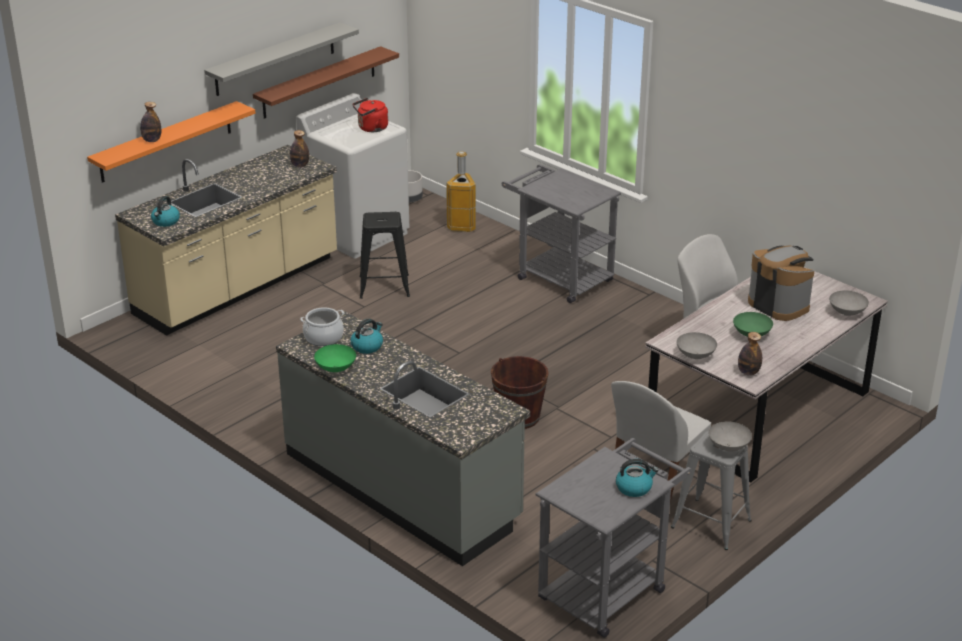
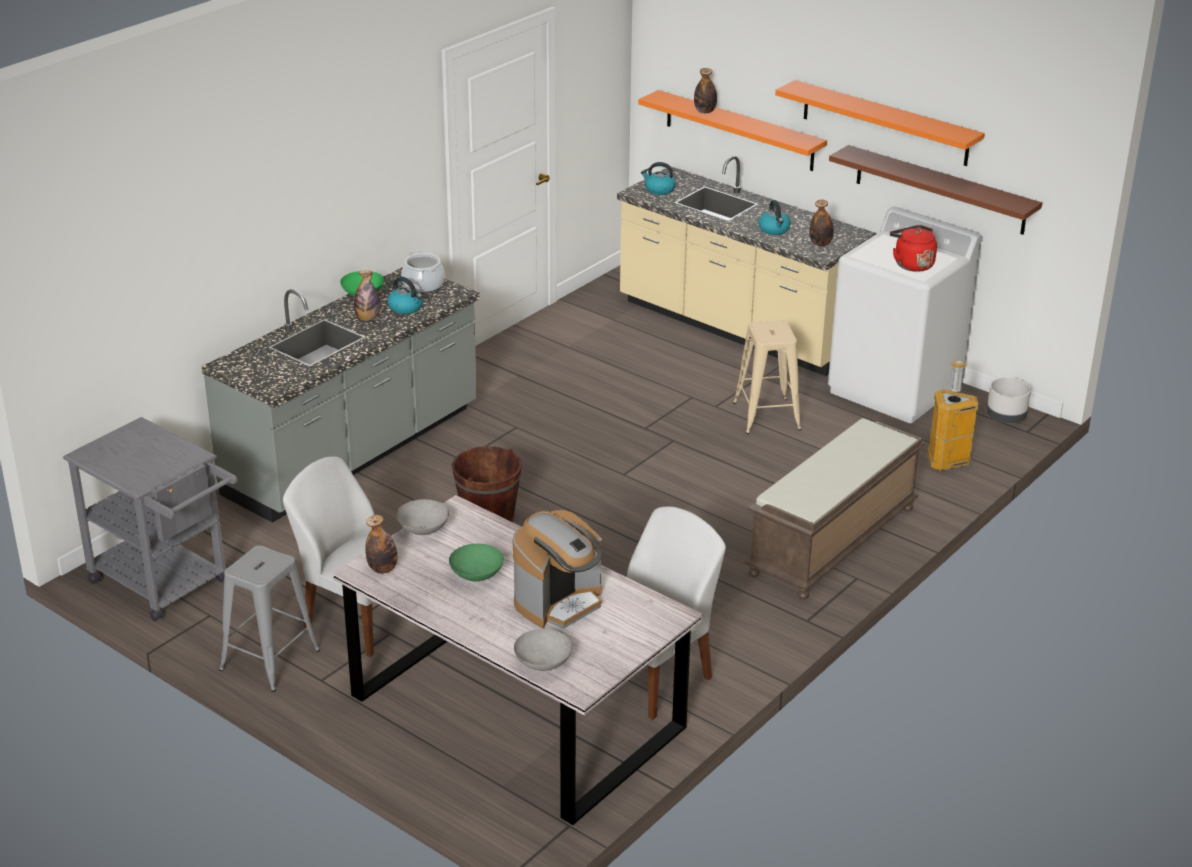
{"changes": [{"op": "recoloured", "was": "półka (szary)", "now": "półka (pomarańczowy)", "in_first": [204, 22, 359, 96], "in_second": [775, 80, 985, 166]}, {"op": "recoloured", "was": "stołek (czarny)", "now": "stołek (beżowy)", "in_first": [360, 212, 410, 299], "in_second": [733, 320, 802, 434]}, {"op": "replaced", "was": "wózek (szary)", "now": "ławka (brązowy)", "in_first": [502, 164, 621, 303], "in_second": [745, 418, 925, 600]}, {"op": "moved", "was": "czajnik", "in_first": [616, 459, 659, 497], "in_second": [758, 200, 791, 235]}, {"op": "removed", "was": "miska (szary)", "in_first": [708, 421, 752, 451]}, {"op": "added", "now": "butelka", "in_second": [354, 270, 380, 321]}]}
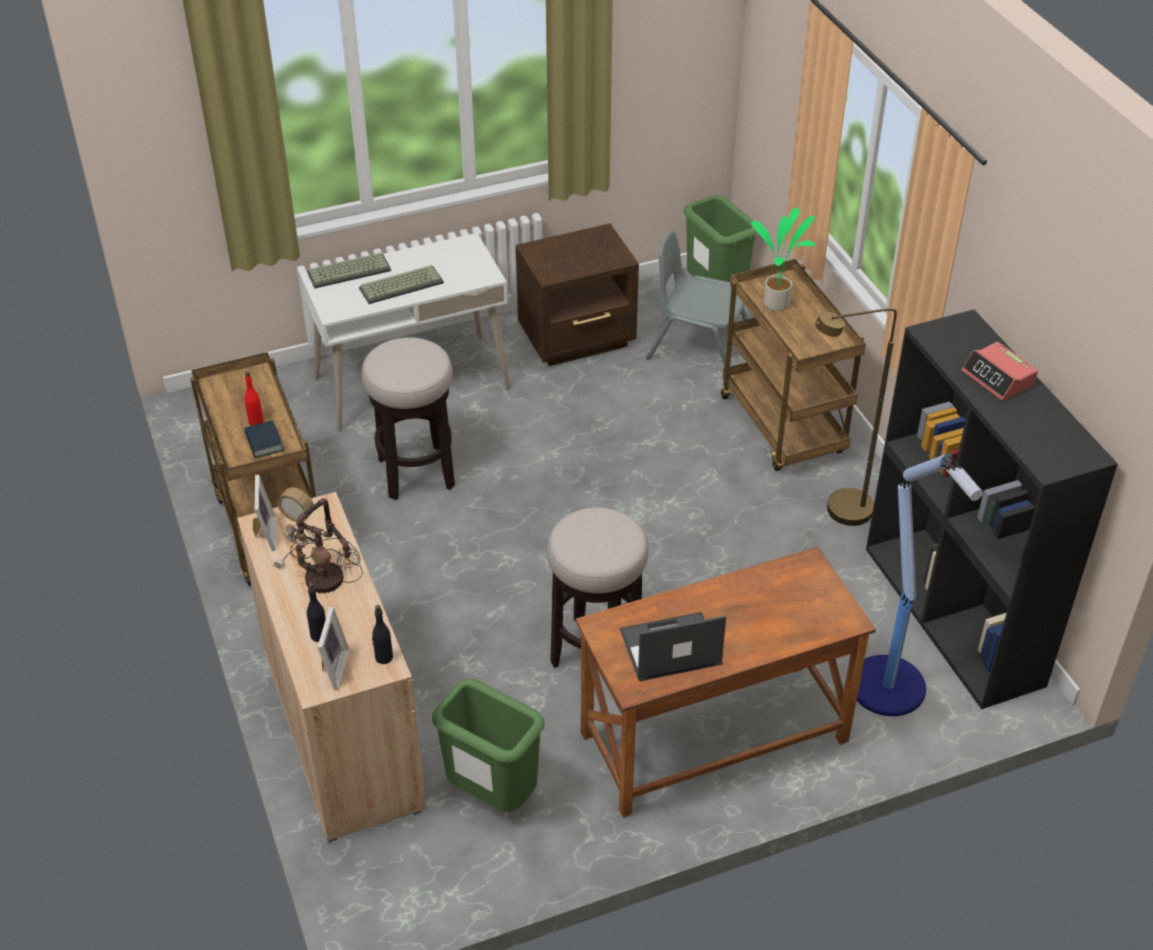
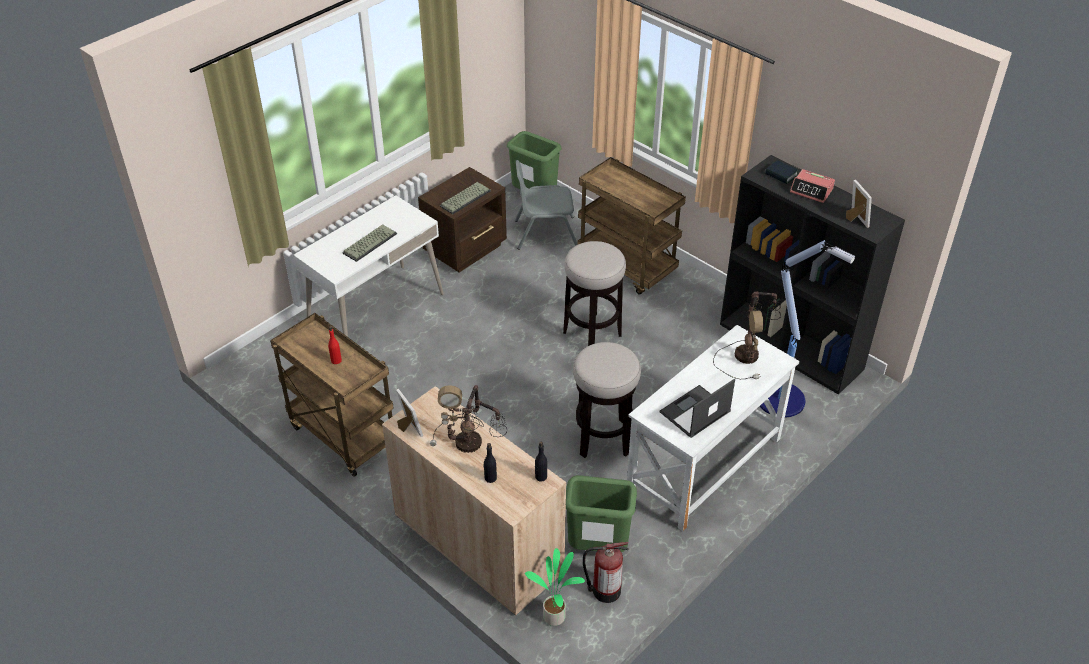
{"changes": [{"op": "moved", "was": "książka", "in_first": [245, 420, 283, 458], "in_second": [765, 160, 798, 184]}, {"op": "moved", "was": "klawiatura", "in_first": [307, 253, 391, 289], "in_second": [440, 182, 491, 214]}, {"op": "moved", "was": "ramka na zdjęcie", "in_first": [317, 607, 349, 690], "in_second": [846, 180, 872, 228]}, {"op": "moved", "was": "stołek", "in_first": [361, 337, 455, 500], "in_second": [563, 241, 626, 346]}, {"op": "recoloured", "was": "biurko (brązowy)", "now": "biurko (biały)", "in_first": [576, 547, 876, 818], "in_second": [627, 325, 800, 531]}, {"op": "moved", "was": "roślina doniczkowa", "in_first": [751, 207, 815, 311], "in_second": [525, 548, 585, 626]}, {"op": "removed", "was": "lampa stojąca (brązowy)", "in_first": [815, 308, 897, 526]}, {"op": "added", "now": "gaśnica", "in_second": [583, 542, 628, 603]}, {"op": "added", "now": "lampa stołowa", "in_second": [713, 292, 781, 379]}]}
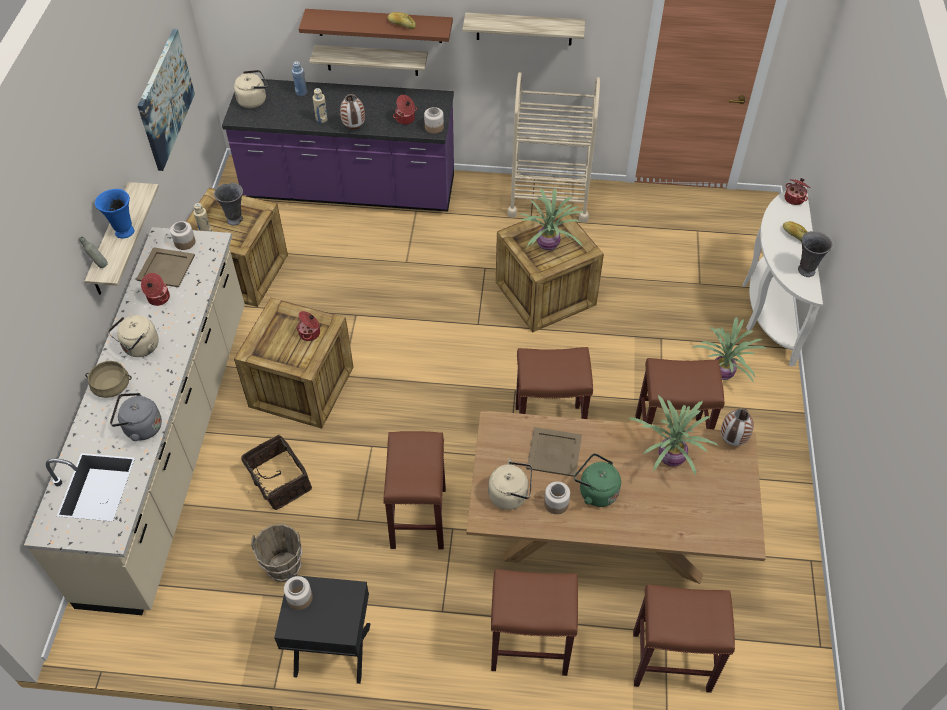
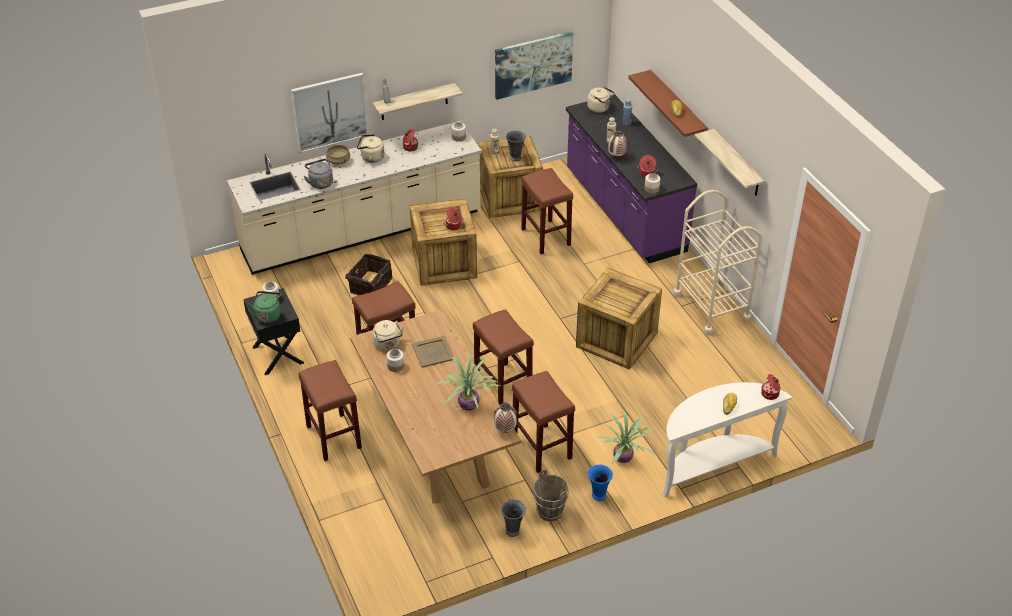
{"changes": [{"op": "moved", "was": "wazon (niebieski)", "in_first": [95, 189, 135, 238], "in_second": [588, 464, 613, 501]}, {"op": "removed", "was": "taca (beżowy)", "in_first": [136, 247, 195, 287]}, {"op": "moved", "was": "wiadro (brązowy)", "in_first": [251, 524, 302, 582], "in_second": [533, 470, 569, 522]}, {"op": "removed", "was": "półka", "in_first": [309, 45, 428, 76]}, {"op": "removed", "was": "roślina doniczkowa", "in_first": [519, 188, 584, 251]}, {"op": "moved", "was": "czajnik (zielony)", "in_first": [574, 453, 621, 507], "in_second": [248, 291, 282, 323]}, {"op": "moved", "was": "stołek (brązowy)", "in_first": [633, 584, 735, 693], "in_second": [521, 168, 573, 254]}, {"op": "moved", "was": "wazon (szary)", "in_first": [798, 231, 832, 277], "in_second": [500, 499, 526, 537]}, {"op": "added", "now": "obraz", "in_second": [291, 73, 369, 153]}]}
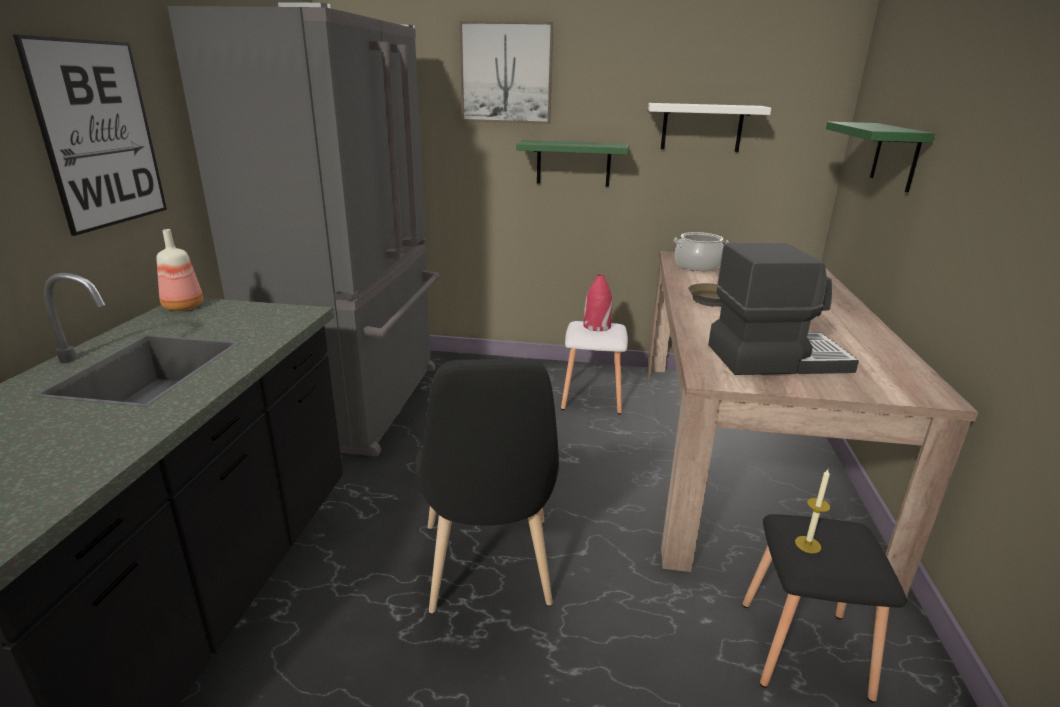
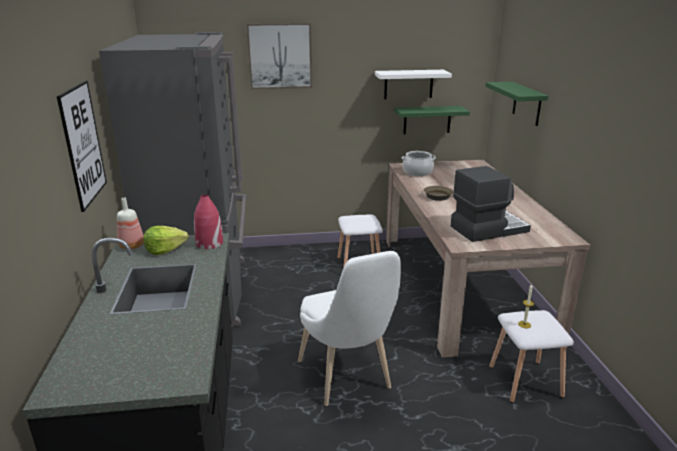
{"changes": [{"op": "recoloured", "was": "krzesło (czarny)", "now": "krzesło (biały)", "in_first": [416, 358, 559, 613], "in_second": [298, 251, 401, 406]}, {"op": "moved", "was": "półka (zielony)", "in_first": [516, 140, 628, 186], "in_second": [395, 106, 470, 134]}, {"op": "moved", "was": "wazon (czerwony)", "in_first": [583, 274, 612, 331], "in_second": [194, 194, 223, 249]}, {"op": "recoloured", "was": "stołek (czarny)", "now": "stołek (biały)", "in_first": [742, 514, 907, 703], "in_second": [489, 310, 574, 403]}, {"op": "added", "now": "sałata", "in_second": [143, 226, 189, 255]}]}
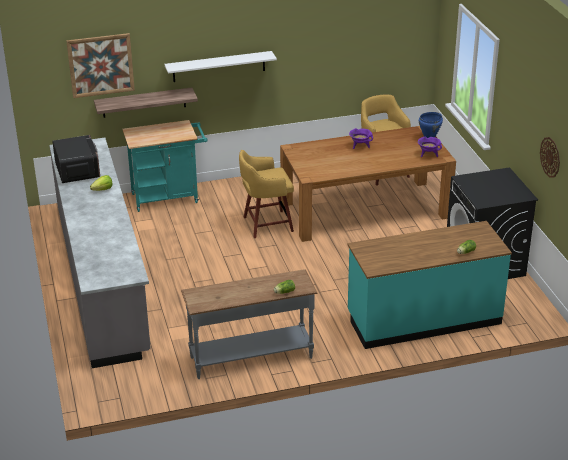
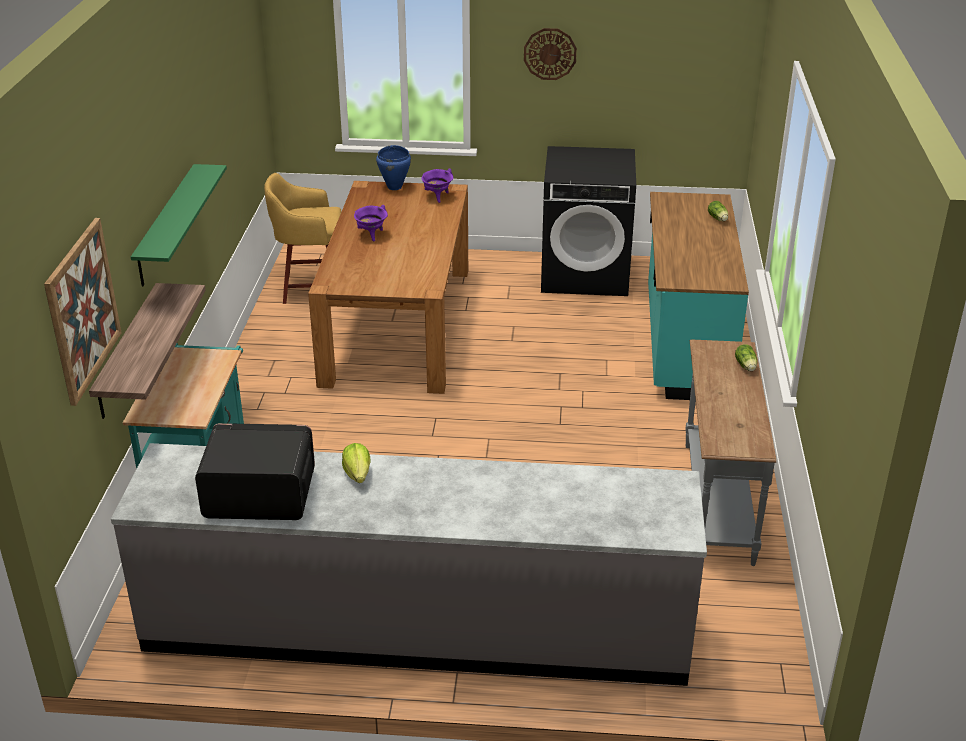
{"changes": [{"op": "recoloured", "was": "półka (biały)", "now": "półka (zielony)", "in_first": [164, 51, 277, 82], "in_second": [131, 164, 227, 286]}, {"op": "removed", "was": "stołek (żółty)", "in_first": [239, 150, 294, 238]}, {"op": "moved", "was": "zegar ścienny", "in_first": [540, 137, 560, 178], "in_second": [524, 28, 577, 80]}]}
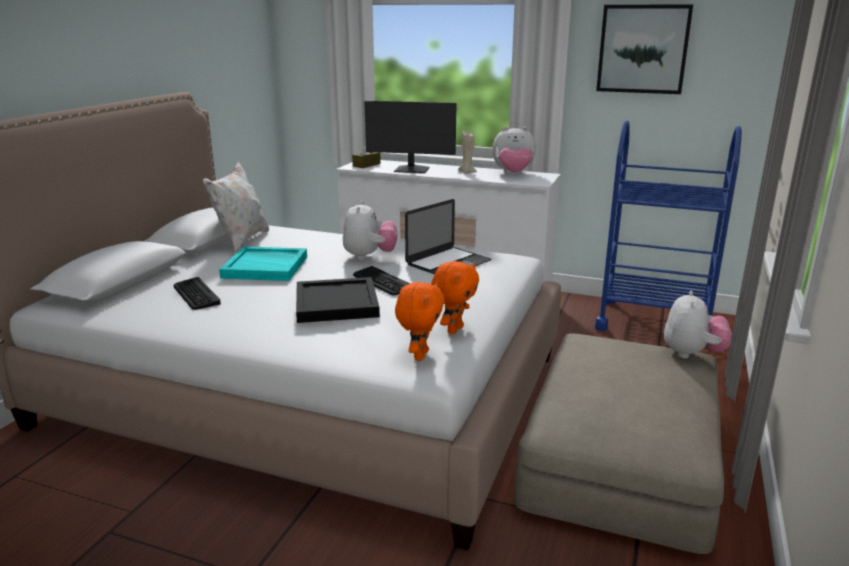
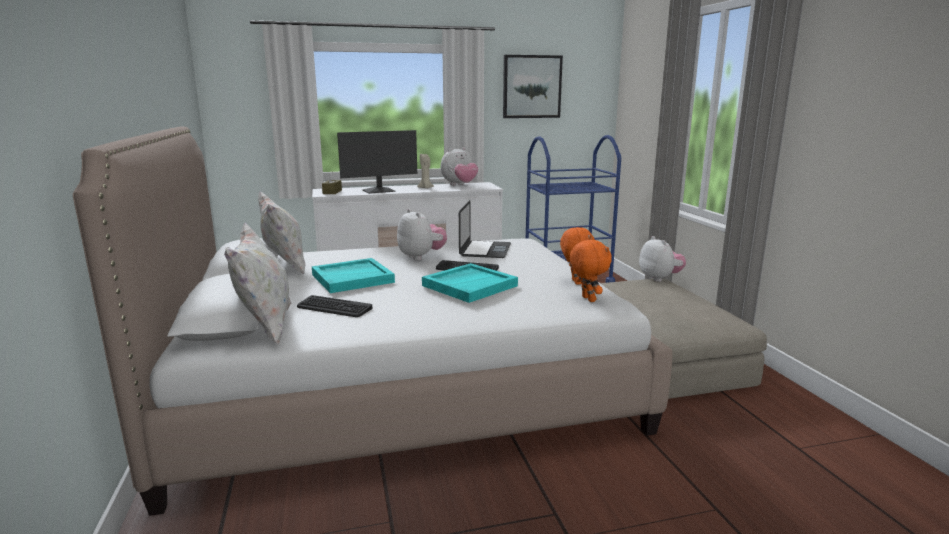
{"changes": [{"op": "recoloured", "was": "taca (czarny)", "now": "taca (turkusowy)", "in_first": [296, 277, 380, 323], "in_second": [422, 263, 518, 303]}, {"op": "added", "now": "poduszka (biały)", "in_second": [224, 222, 291, 344]}]}
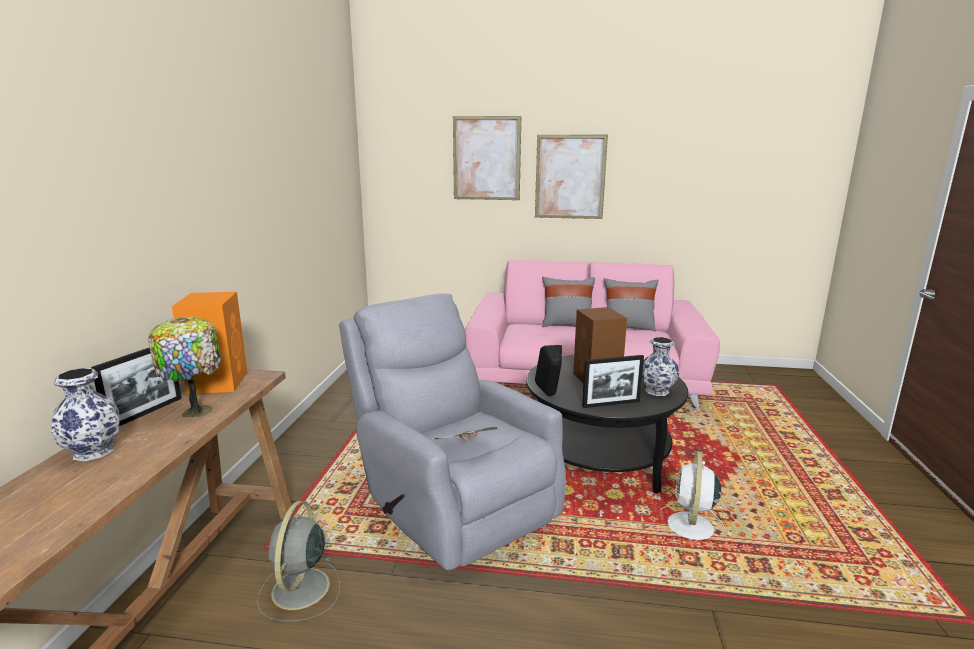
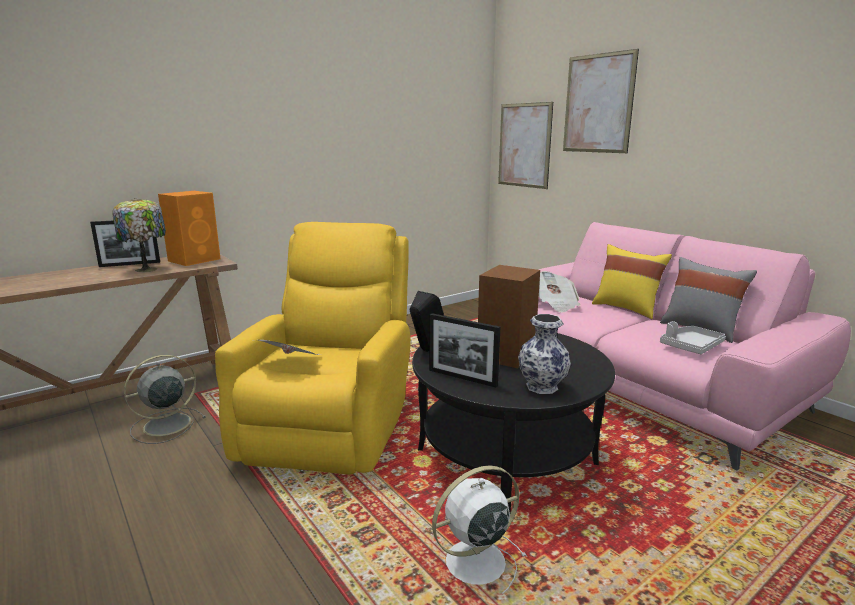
{"changes": [{"op": "removed", "was": "wazon", "in_first": [51, 368, 119, 461]}, {"op": "recoloured", "was": "fotel (szary)", "now": "fotel (żółty)", "in_first": [339, 293, 566, 570], "in_second": [215, 222, 411, 475]}, {"op": "moved", "was": "obraz", "in_first": [535, 135, 608, 219], "in_second": [498, 102, 553, 189]}, {"op": "recoloured", "was": "poduszka (szary)", "now": "poduszka (żółty)", "in_first": [542, 277, 595, 327], "in_second": [592, 244, 672, 319]}, {"op": "added", "now": "gazeta", "in_second": [539, 271, 580, 313]}, {"op": "added", "now": "taca (szary)", "in_second": [660, 321, 726, 354]}]}
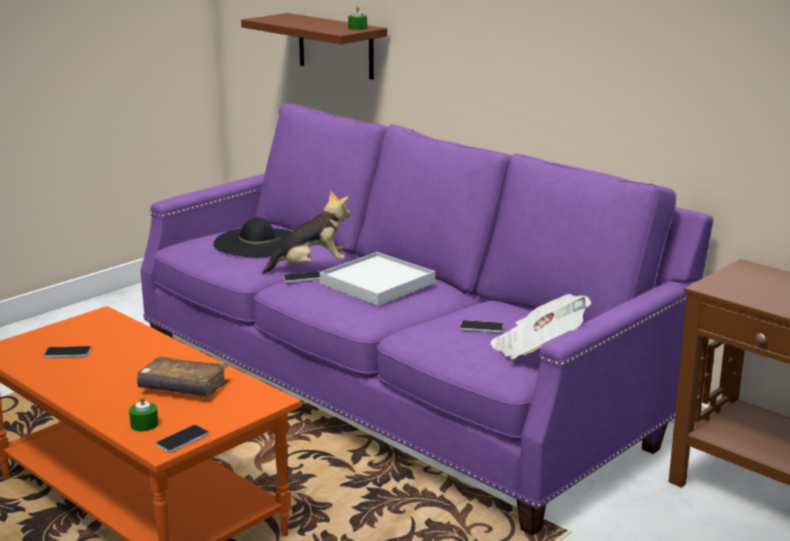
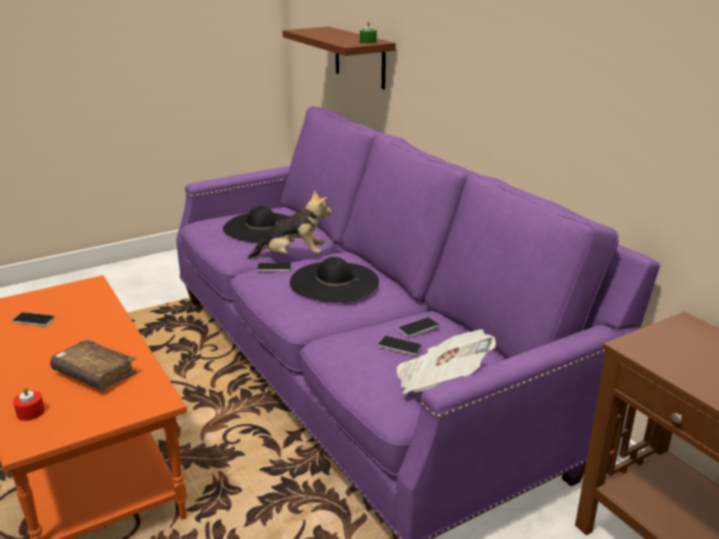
{"changes": [{"op": "recoloured", "was": "świeca (zielony)", "now": "świeca (czerwony)", "in_first": [129, 395, 159, 432], "in_second": [13, 386, 45, 421]}, {"op": "moved", "was": "telefon", "in_first": [156, 425, 209, 453], "in_second": [398, 317, 439, 337]}, {"op": "replaced", "was": "taca (biały)", "now": "kapelusz (czarny)", "in_first": [320, 252, 435, 306], "in_second": [290, 257, 379, 303]}]}
